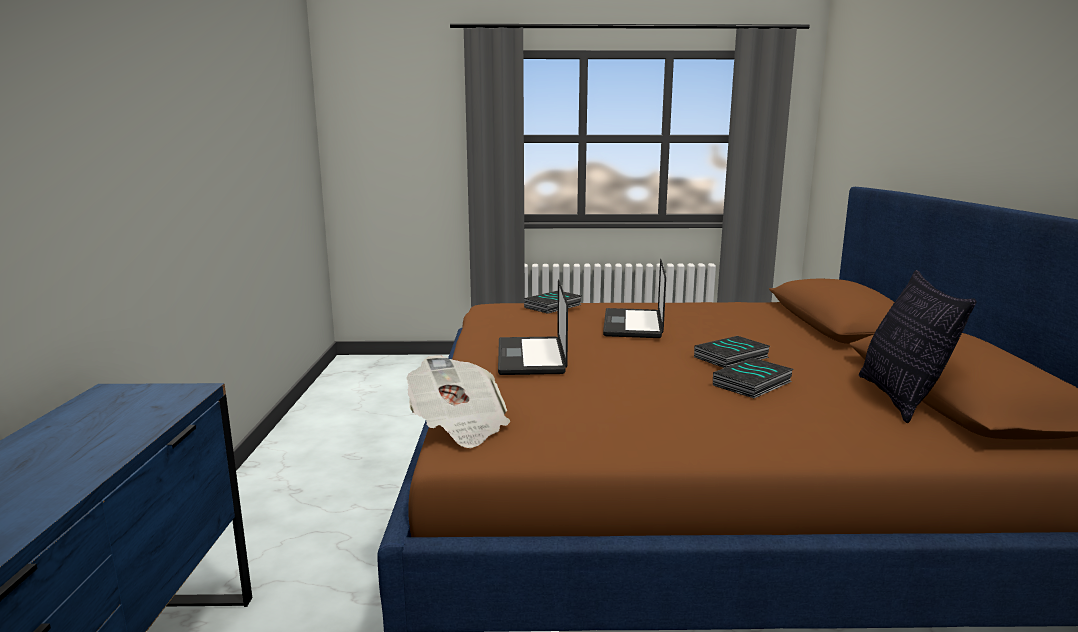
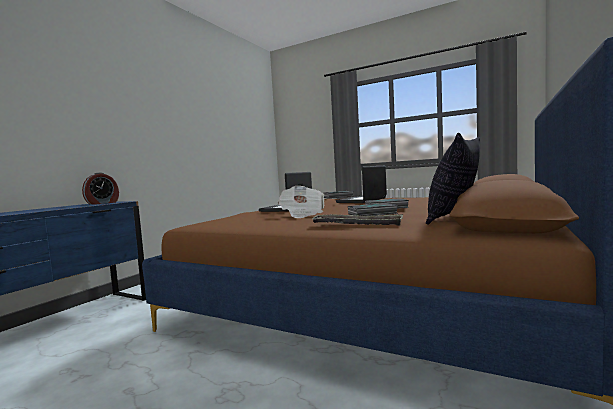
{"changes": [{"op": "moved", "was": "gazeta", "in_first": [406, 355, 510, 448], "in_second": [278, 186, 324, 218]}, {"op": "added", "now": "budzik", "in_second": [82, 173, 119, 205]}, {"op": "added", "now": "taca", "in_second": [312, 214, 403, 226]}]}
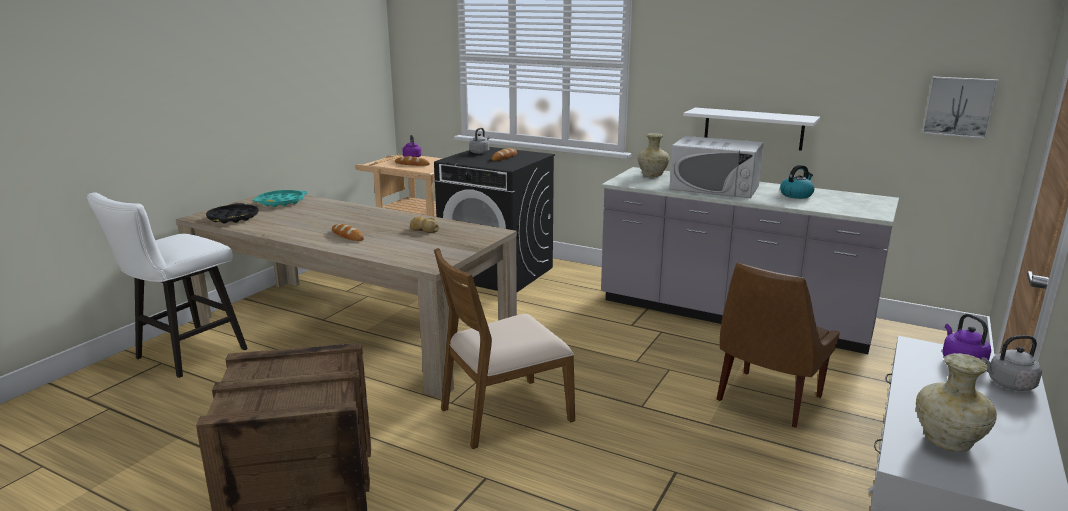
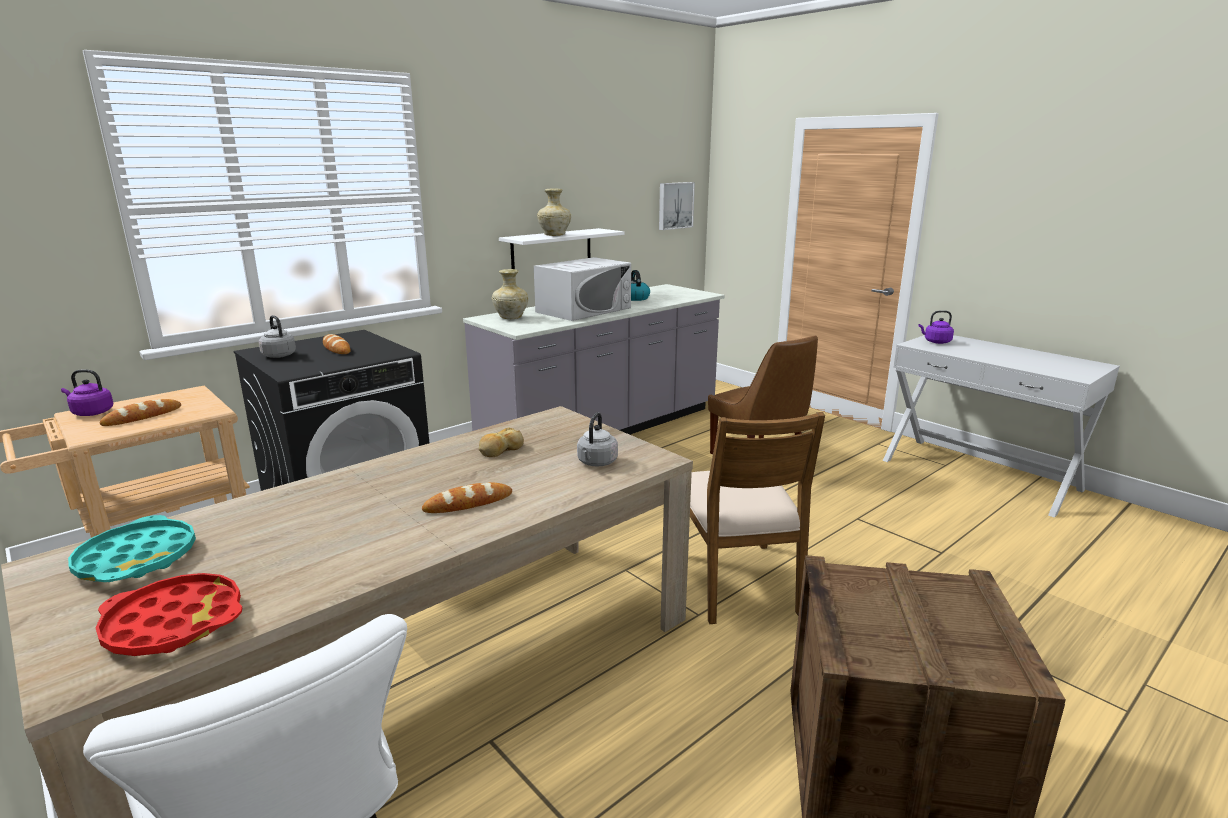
{"changes": [{"op": "recoloured", "was": "taca (czarny)", "now": "taca (czerwony)", "in_first": [206, 203, 259, 223], "in_second": [95, 573, 242, 656]}, {"op": "moved", "was": "wazon (beżowy)", "in_first": [916, 353, 997, 452], "in_second": [537, 189, 571, 236]}, {"op": "moved", "was": "czajnik (szary)", "in_first": [981, 335, 1042, 391], "in_second": [577, 412, 618, 466]}]}
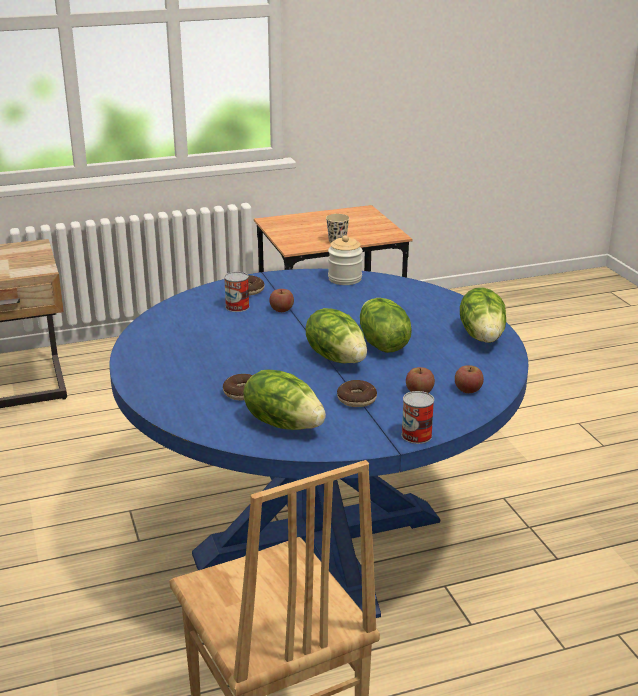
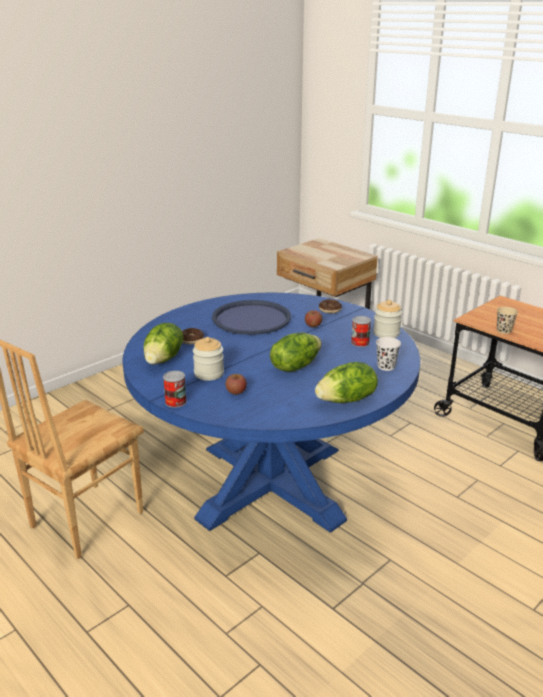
{"changes": [{"op": "moved", "was": "puszka", "in_first": [224, 272, 250, 312], "in_second": [351, 316, 371, 347]}, {"op": "removed", "was": "sałata", "in_first": [306, 308, 367, 363]}, {"op": "replaced", "was": "donut", "now": "słoik", "in_first": [337, 380, 377, 407], "in_second": [193, 337, 224, 381]}, {"op": "removed", "was": "jabłko", "in_first": [455, 365, 484, 393]}, {"op": "added", "now": "taca (niebieski)", "in_second": [212, 300, 291, 335]}, {"op": "added", "now": "filiżanka (biały)", "in_second": [376, 337, 401, 371]}]}
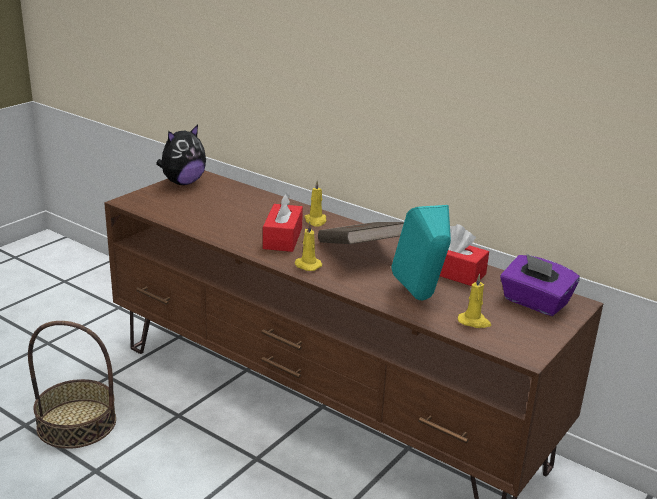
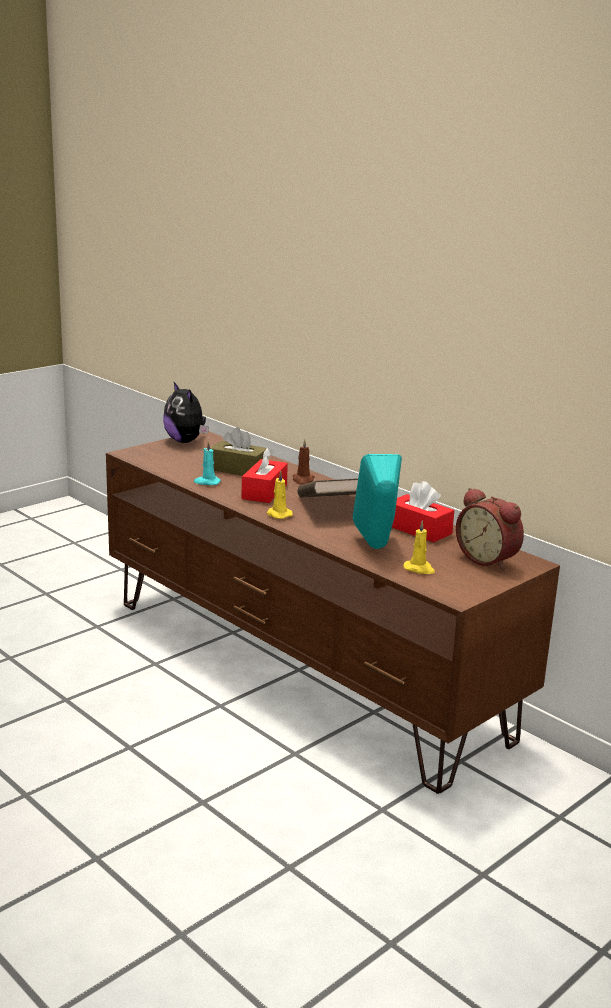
{"changes": [{"op": "removed", "was": "koszyk", "in_first": [28, 321, 116, 449]}, {"op": "turned", "was": "pluszak", "in_first": [156, 124, 206, 185], "in_second": [163, 382, 209, 443], "clockwise": 90}, {"op": "recoloured", "was": "świeca (żółty)", "now": "świeca (brązowy)", "in_first": [304, 181, 326, 227], "in_second": [293, 439, 314, 485]}, {"op": "replaced", "was": "pudełko chusteczek (fioletowy)", "now": "budzik", "in_first": [500, 254, 580, 316], "in_second": [456, 488, 524, 570]}, {"op": "added", "now": "świeca (turkusowy)", "in_second": [194, 441, 221, 485]}, {"op": "added", "now": "pudełko chusteczek (brązowy)", "in_second": [210, 427, 267, 476]}]}
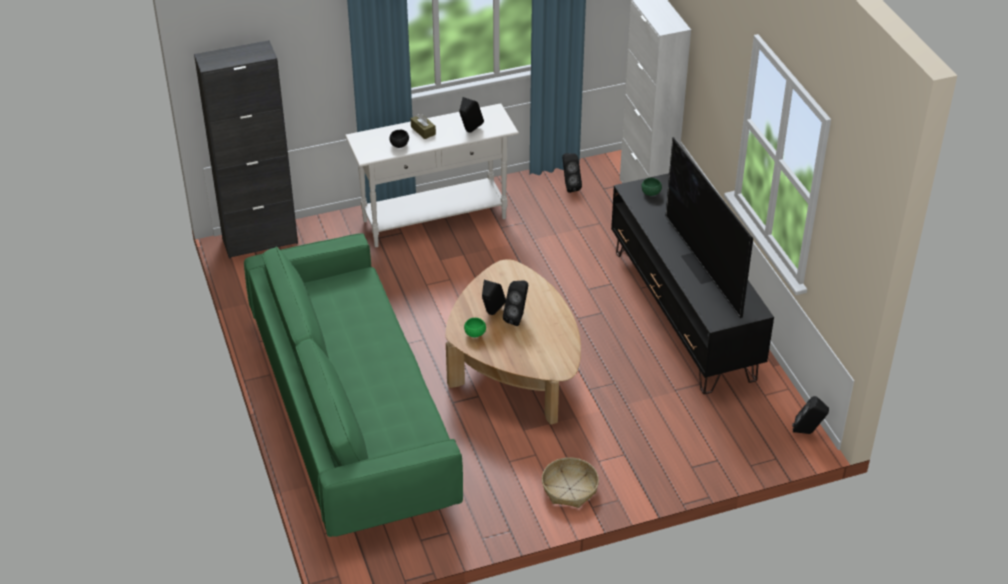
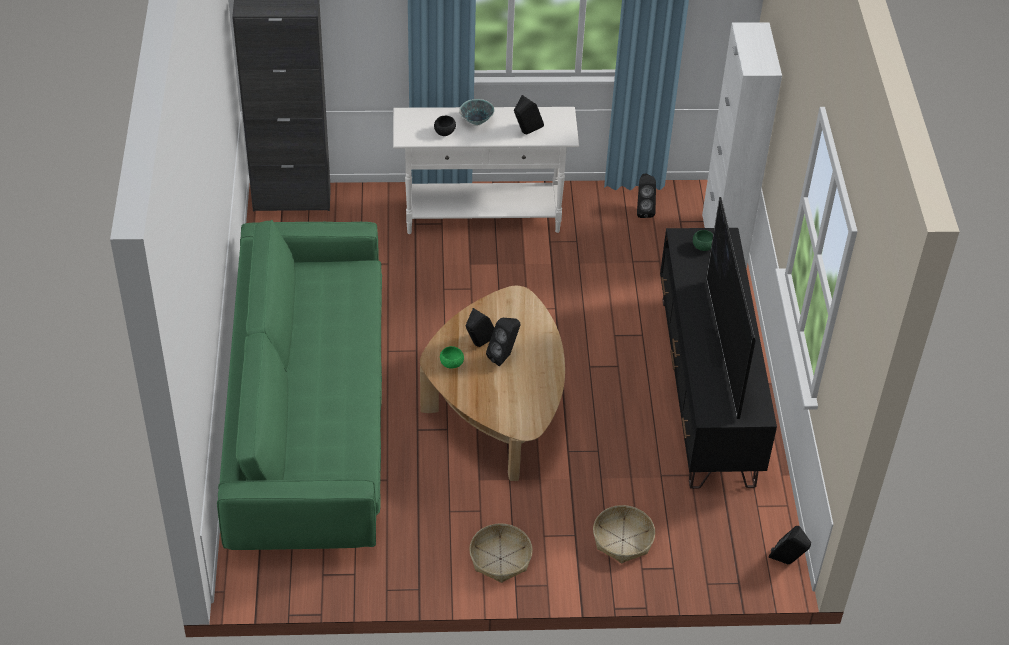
{"changes": [{"op": "replaced", "was": "pudełko chusteczek (brązowy)", "now": "miska", "in_first": [411, 113, 436, 139], "in_second": [459, 99, 495, 126]}, {"op": "added", "now": "koszyk", "in_second": [593, 505, 655, 564]}]}
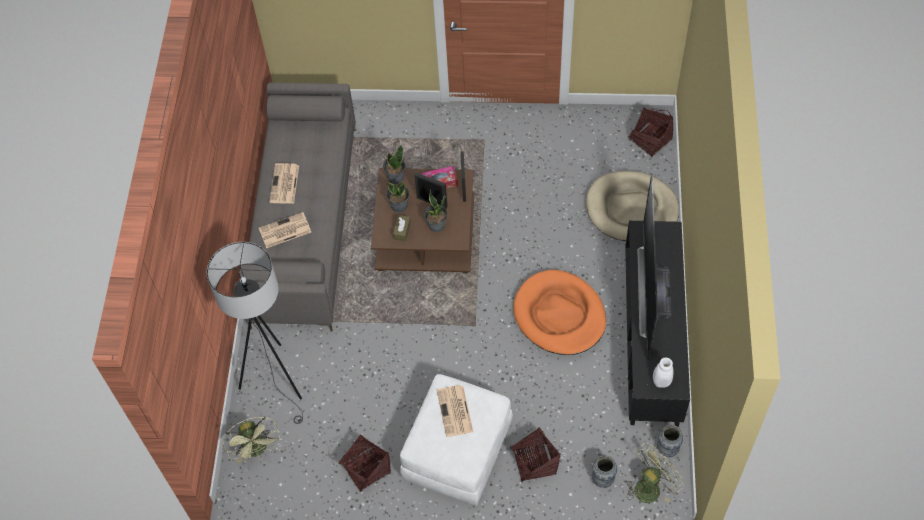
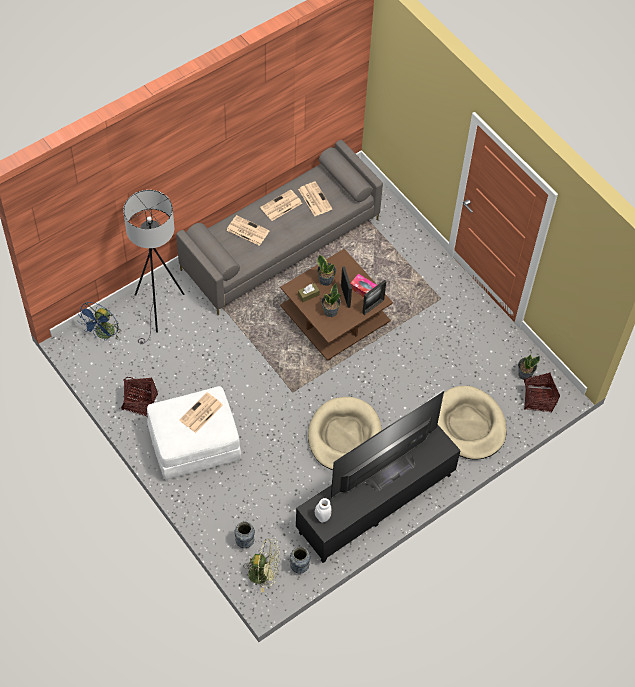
{"changes": [{"op": "recoloured", "was": "wentylator (zielony)", "now": "wentylator (niebieski)", "in_first": [222, 416, 280, 463], "in_second": [77, 302, 122, 341]}, {"op": "moved", "was": "roślina doniczkowa", "in_first": [383, 144, 406, 184], "in_second": [518, 354, 540, 380]}, {"op": "removed", "was": "koszyk", "in_first": [510, 428, 560, 483]}, {"op": "recoloured", "was": "legowisko (pomarańczowy)", "now": "legowisko (beżowy)", "in_first": [513, 270, 606, 355], "in_second": [308, 397, 382, 470]}, {"op": "added", "now": "gazeta", "in_second": [298, 181, 332, 216]}]}
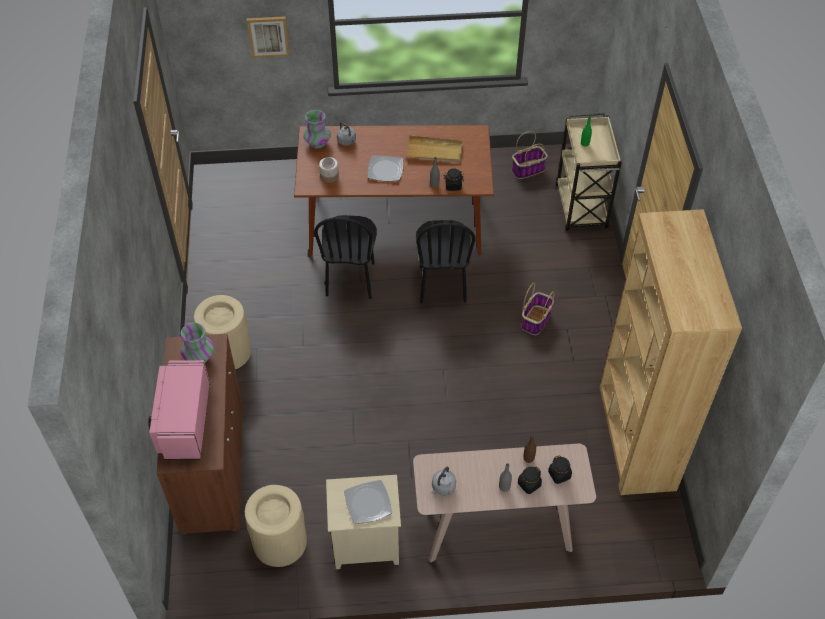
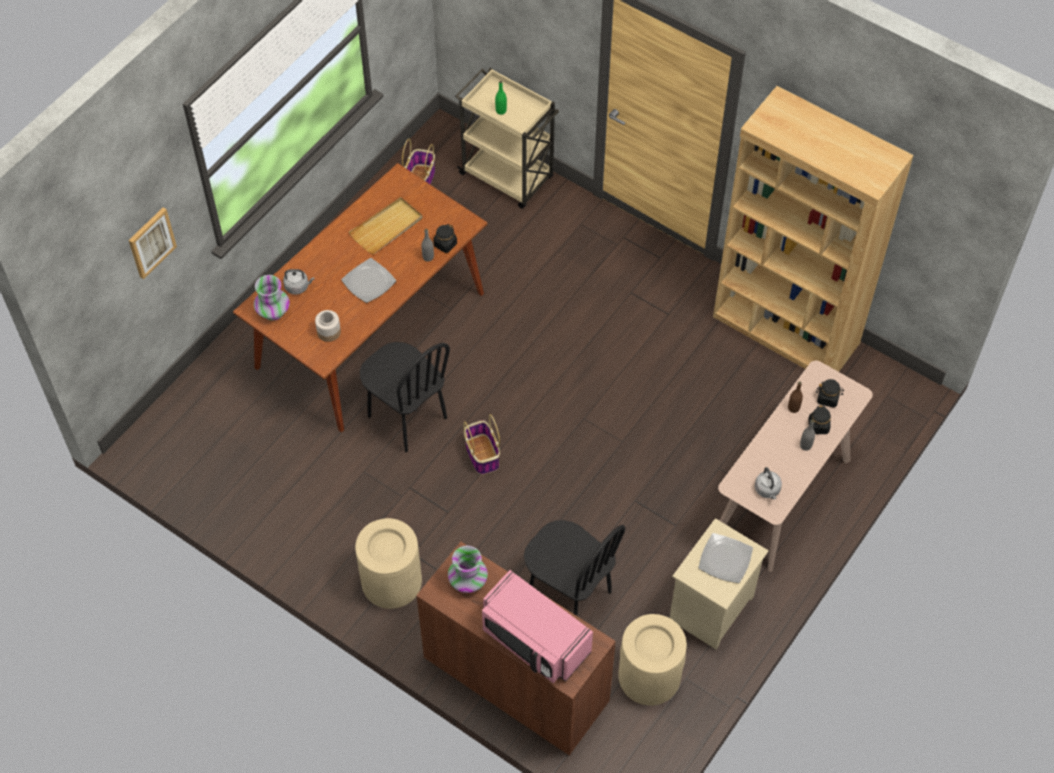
{"changes": [{"op": "moved", "was": "krzesło (czarny)", "in_first": [416, 220, 476, 303], "in_second": [524, 520, 625, 616]}, {"op": "moved", "was": "koszyk", "in_first": [521, 282, 555, 335], "in_second": [463, 414, 500, 475]}]}
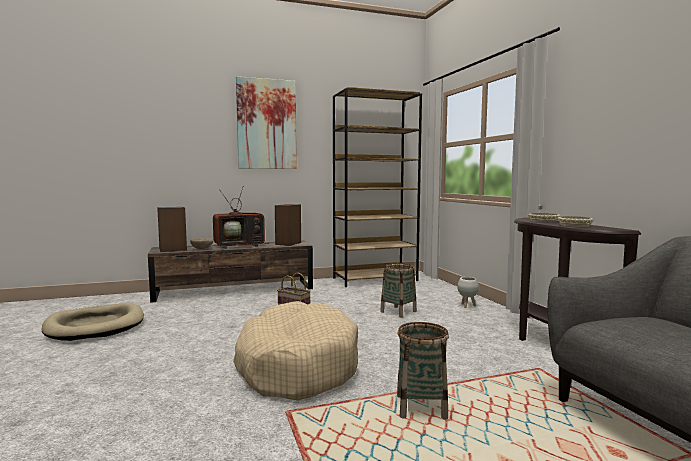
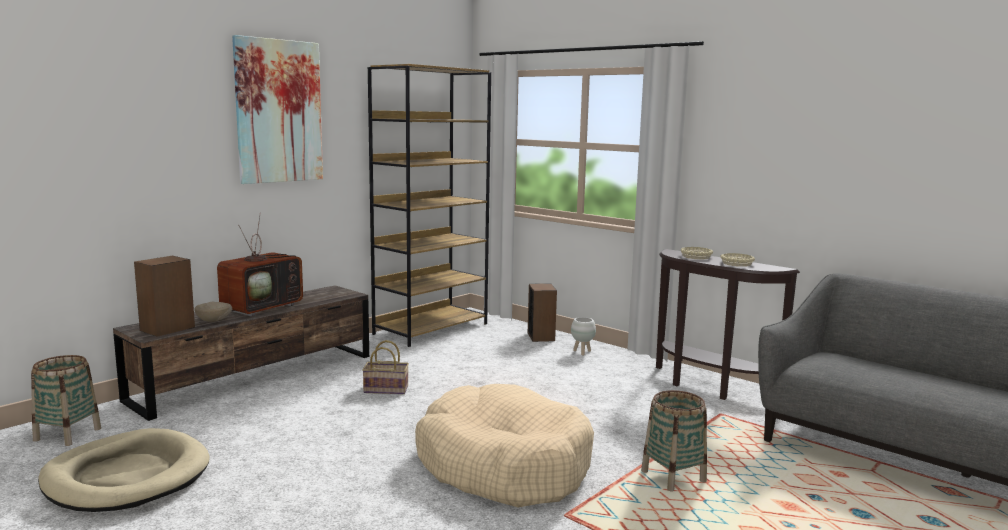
{"changes": [{"op": "moved", "was": "głośnik", "in_first": [275, 204, 301, 246], "in_second": [528, 283, 557, 342]}, {"op": "moved", "was": "koszyk", "in_first": [380, 263, 417, 318], "in_second": [31, 355, 101, 446]}]}
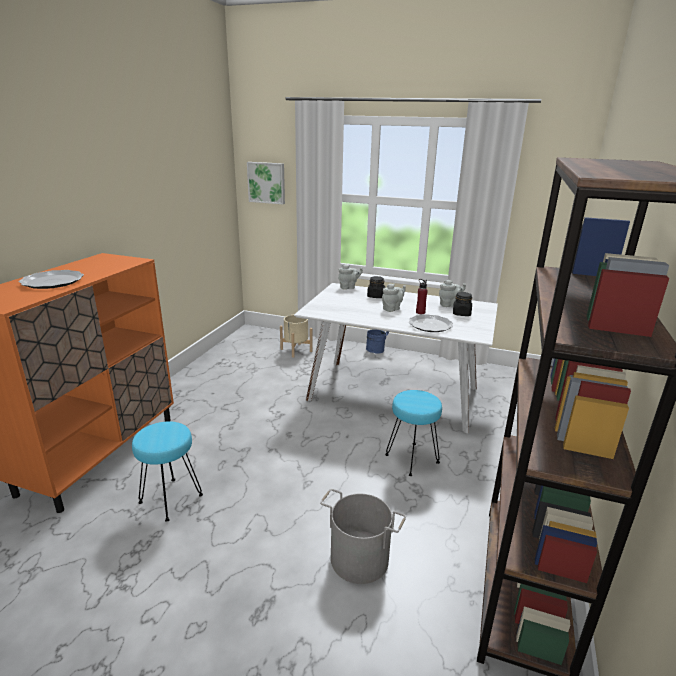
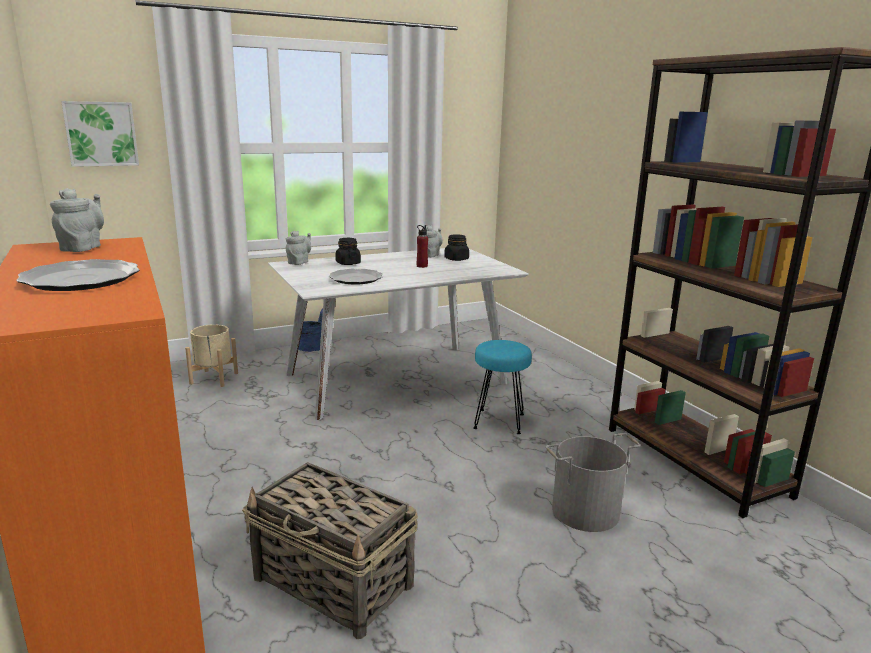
{"changes": [{"op": "replaced", "was": "stołek (turkusowy)", "now": "koszyk", "in_first": [132, 421, 203, 522], "in_second": [242, 462, 418, 639]}, {"op": "moved", "was": "imbryk (szary)", "in_first": [382, 284, 406, 312], "in_second": [50, 188, 104, 252]}, {"op": "moved", "was": "talerz", "in_first": [409, 314, 453, 332], "in_second": [329, 269, 383, 285]}]}
